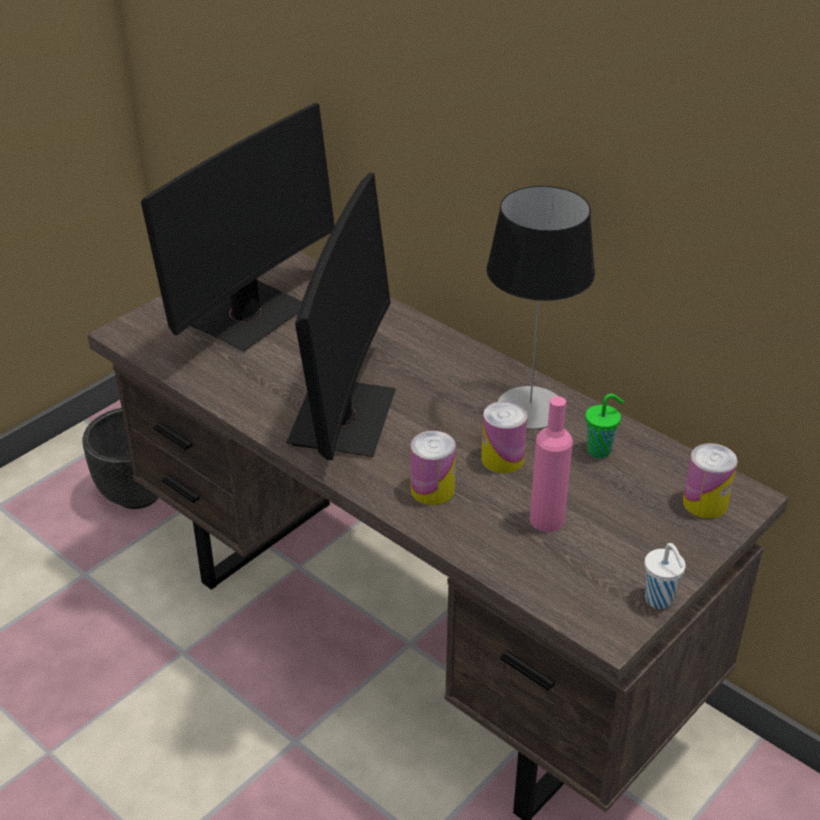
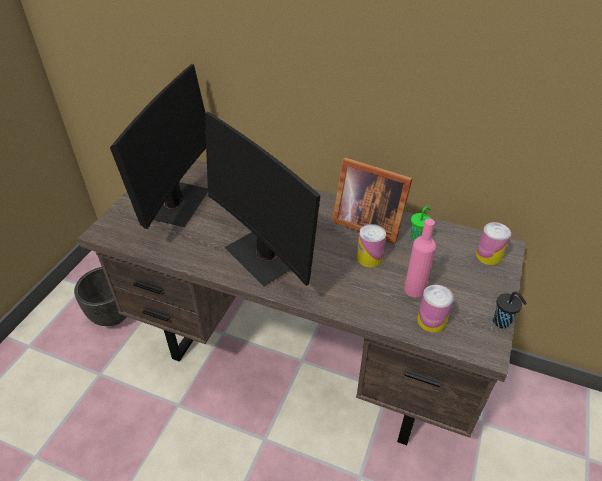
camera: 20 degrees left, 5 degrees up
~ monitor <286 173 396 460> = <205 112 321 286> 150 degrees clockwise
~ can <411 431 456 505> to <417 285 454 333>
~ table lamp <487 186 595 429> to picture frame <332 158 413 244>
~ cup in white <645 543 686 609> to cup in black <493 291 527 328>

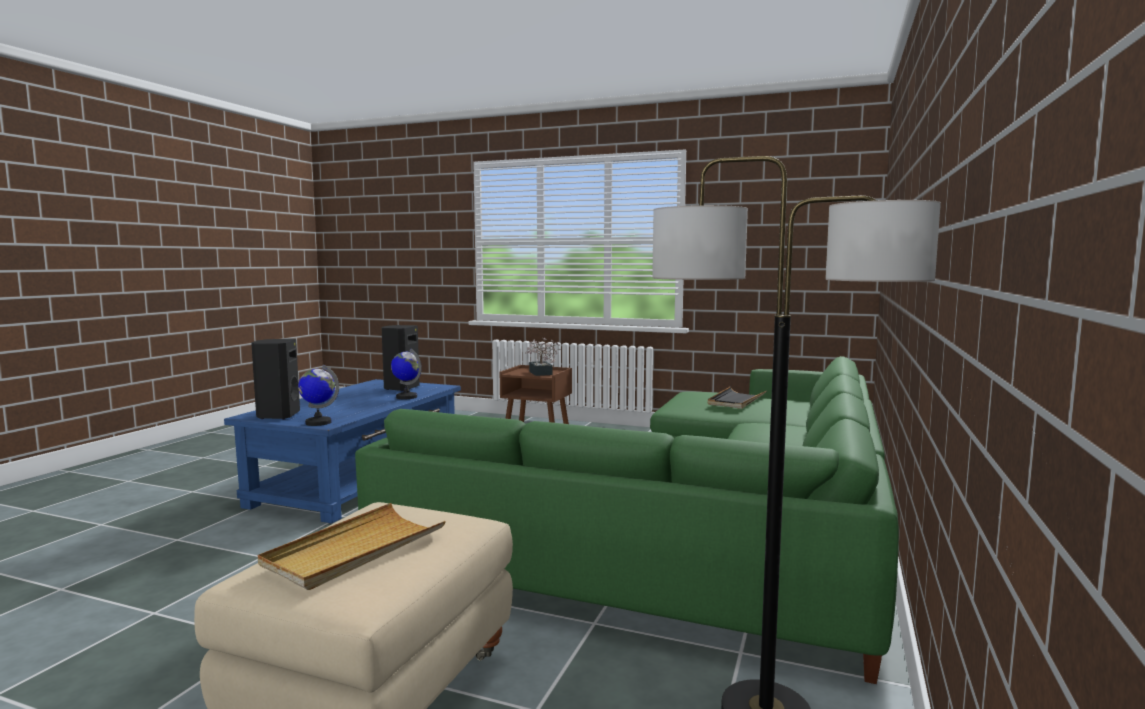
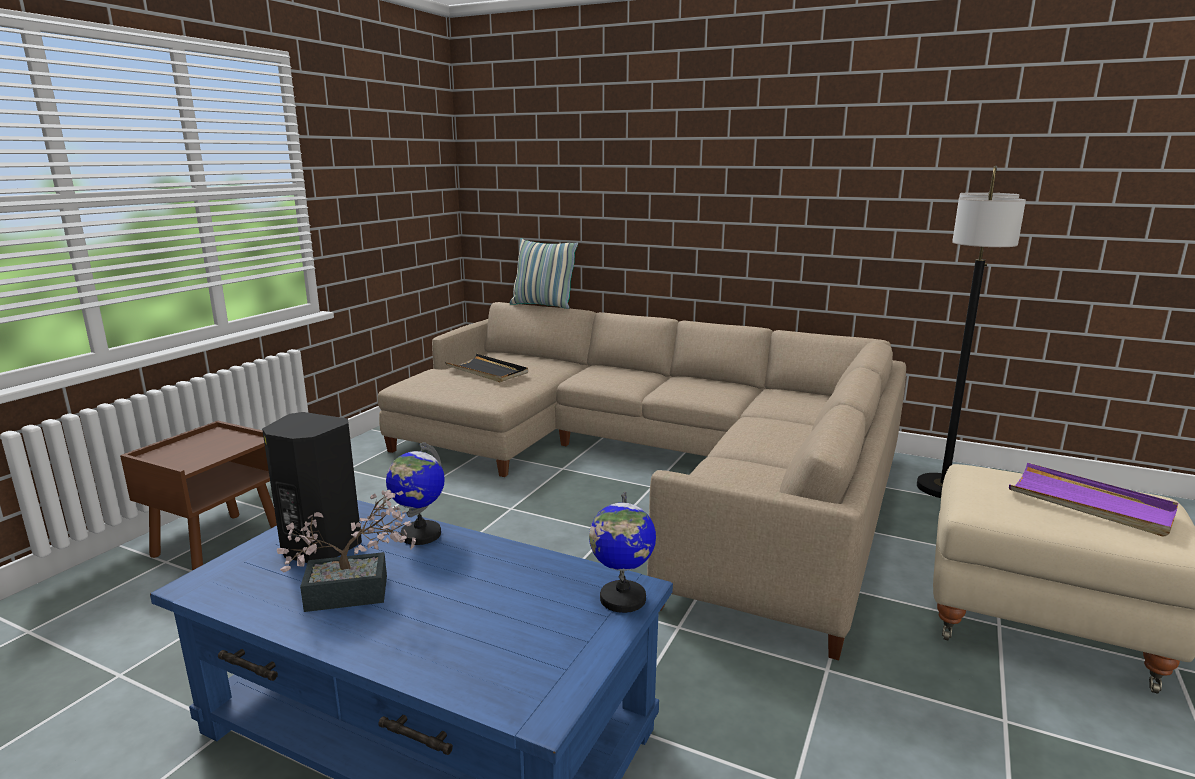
camera: 85 degrees left, 10 degrees up
- speaker in black <251 339 300 420>
~ tray in beige <258 503 446 590> to tray in purple <1009 463 1178 536>
~ sofa in green <355 356 899 684> to sofa in beige <377 302 906 660>
~ potted plant <526 338 560 376> to <277 490 416 612>
+ pillow <510 238 578 309>

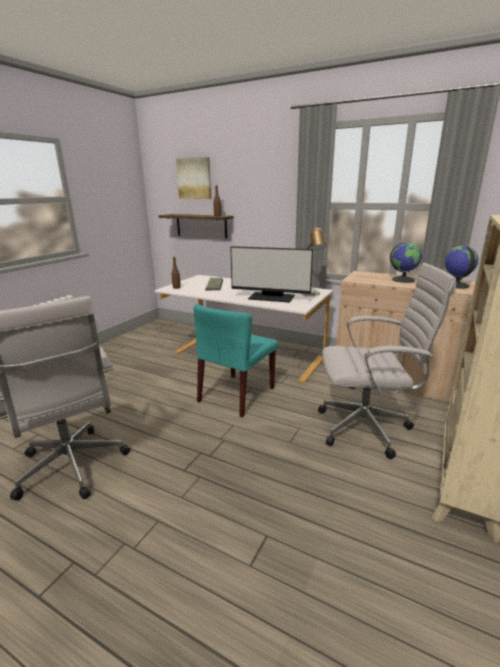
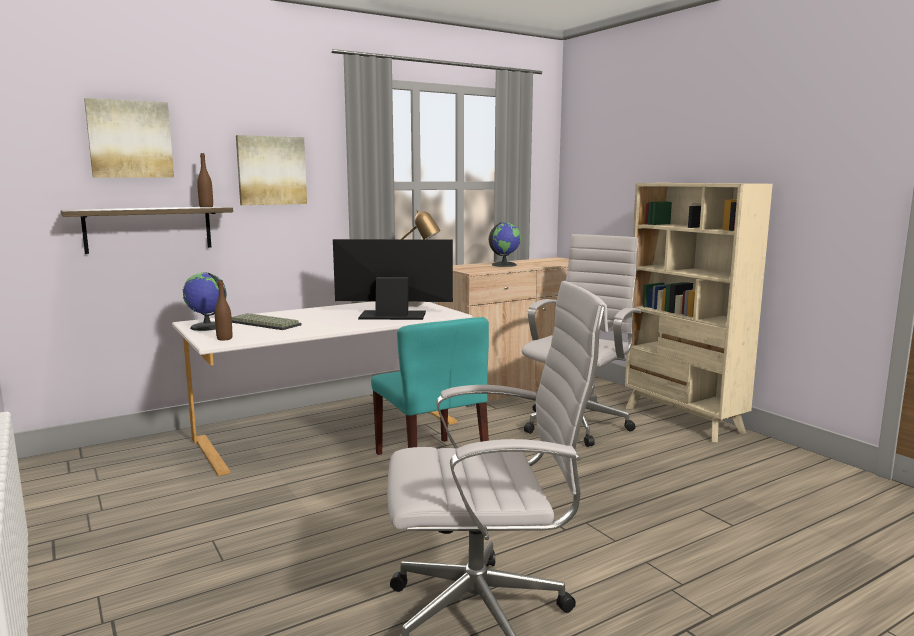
camera: 60 degrees left, 10 degrees down
~ monitor <230 246 313 303> = <333 239 453 320> 135 degrees counterclockwise
~ globe <444 246 479 289> to <182 272 227 331>
+ picture <236 135 307 205>

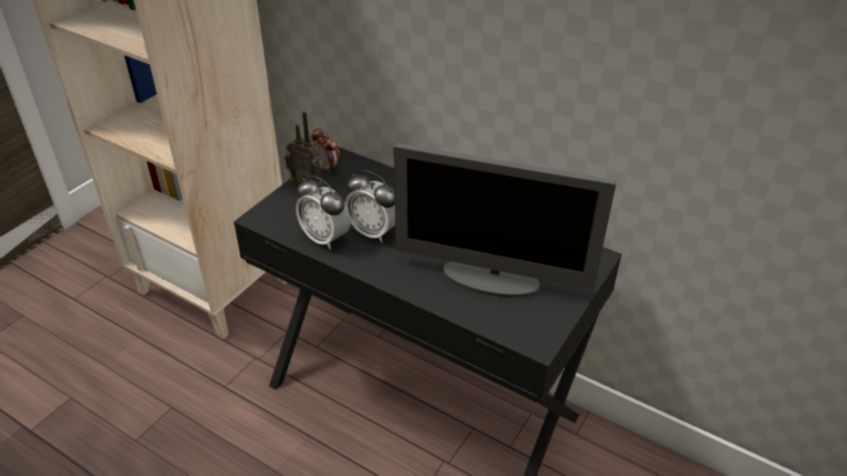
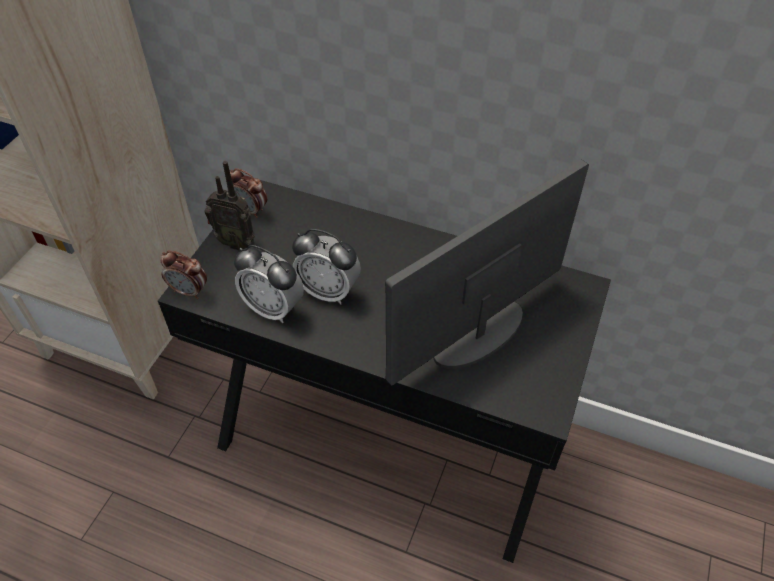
camera: 10 degrees left, 10 degrees up
~ monitor <394 143 616 298> = <385 159 589 386> 135 degrees clockwise
+ alarm clock <160 250 207 299>

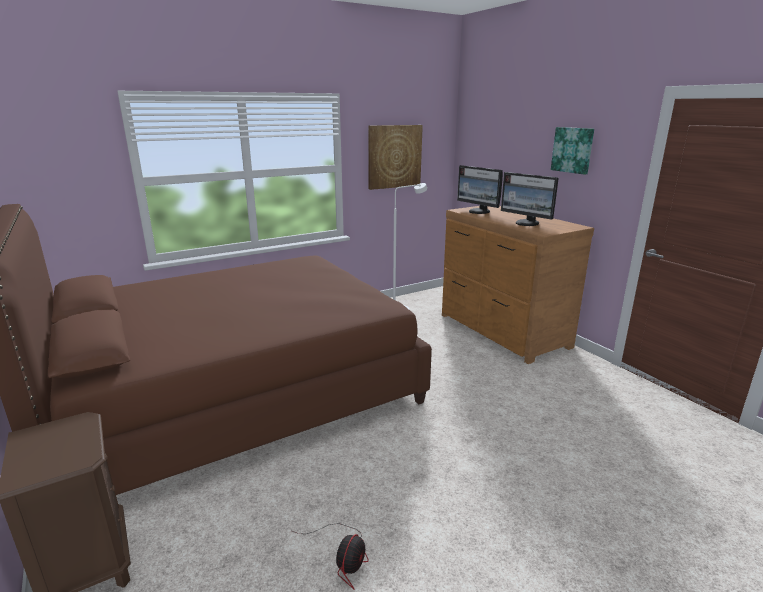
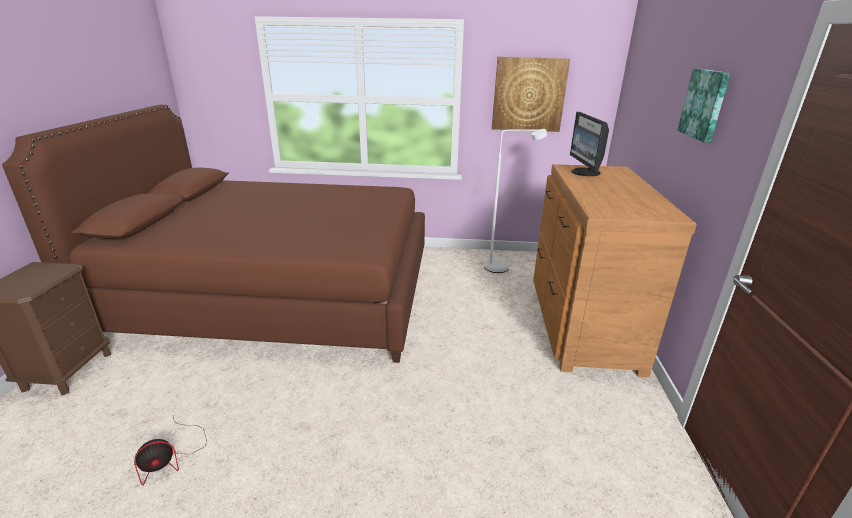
camera: 35 degrees right, 5 degrees up
- monitor <501 172 559 226>

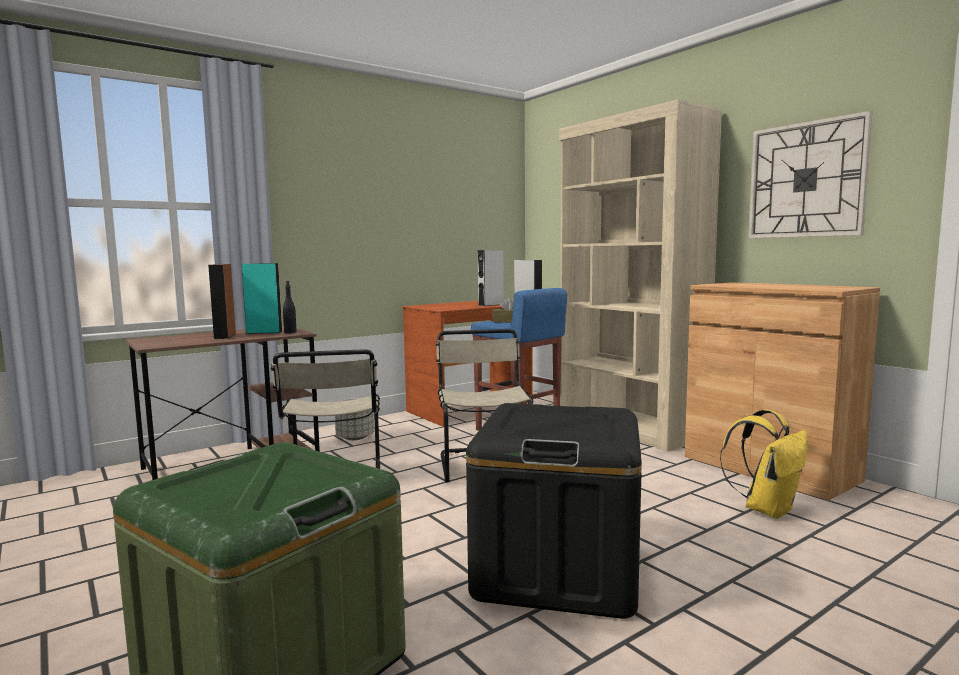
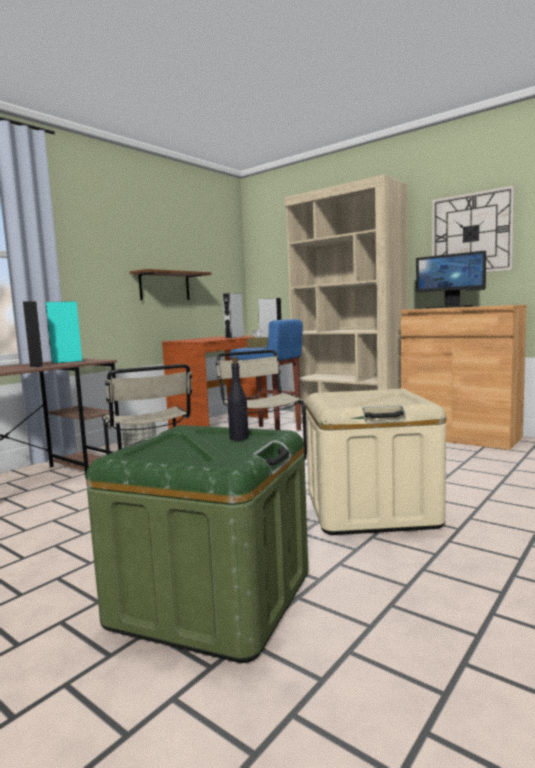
camera: 15 degrees left, 0 degrees up
~ bottle in black <283 281 297 334> to <228 356 249 441>
~ storage box in black <466 403 642 619> to storage box in beige <306 389 446 535>
- backpack in yellow <720 409 808 519>
+ shelf in brown <130 269 211 300>
+ monitor <416 251 486 309>

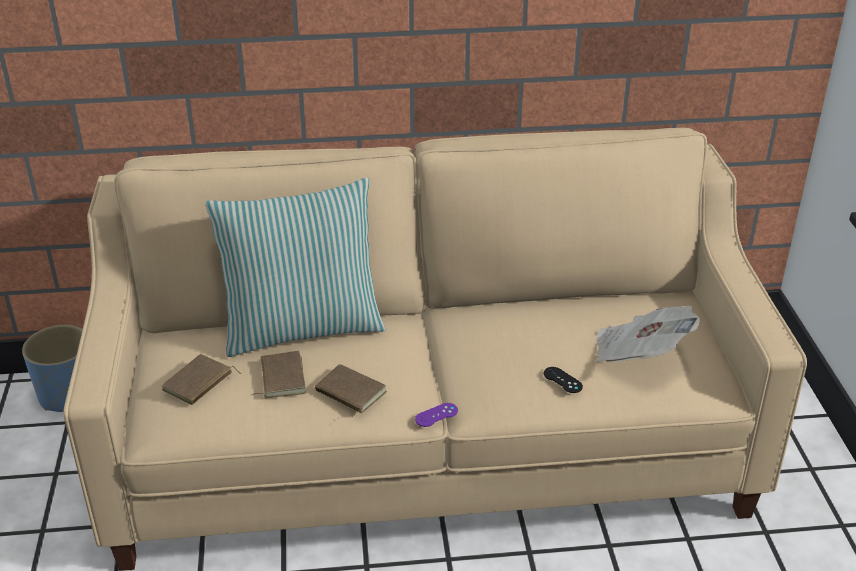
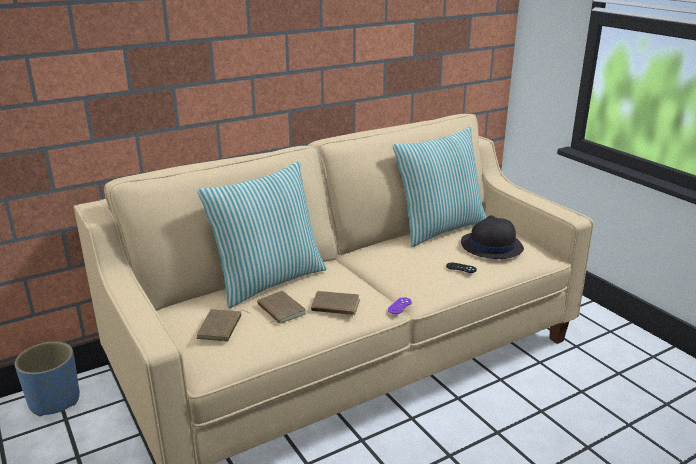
camera: 25 degrees left, 10 degrees down
~ newspaper <596 306 700 362> to hat in black <461 215 524 259>
+ pillow <392 126 487 247>

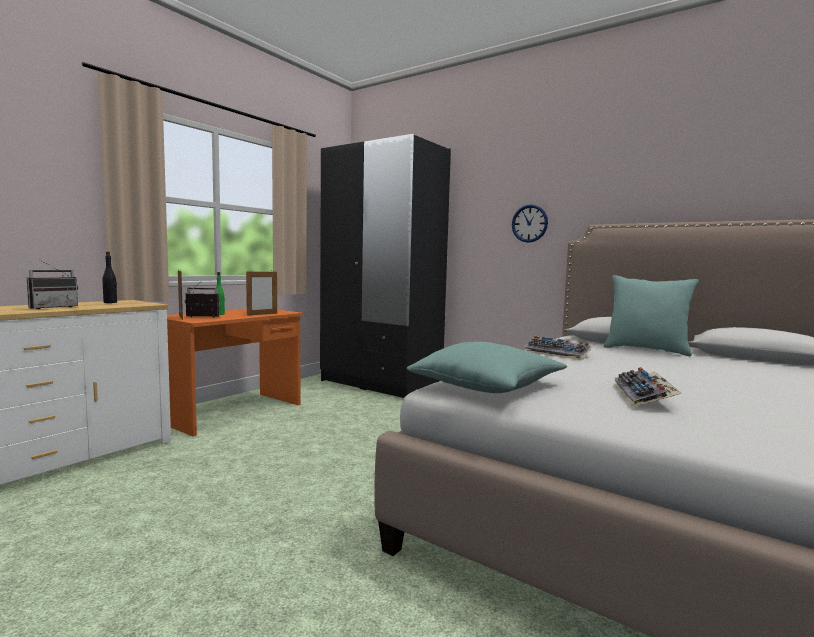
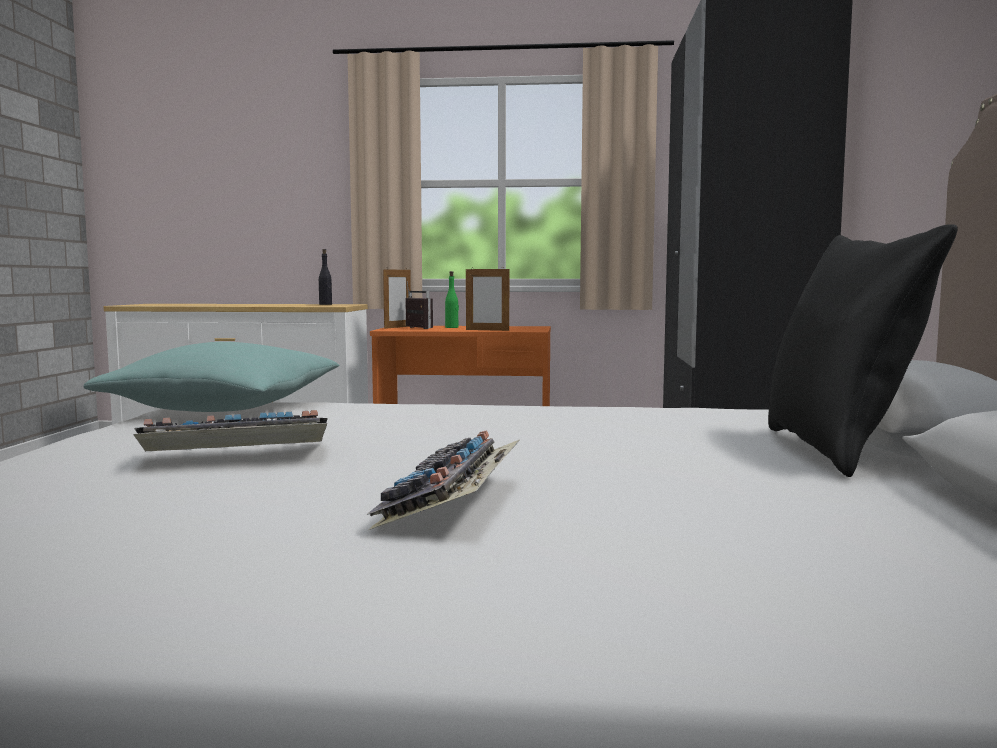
camera: 60 degrees right, 0 degrees up
- radio <27 259 78 309>
- wall clock <512 205 548 243>
~ keyboard <524 336 594 360> to <367 430 520 530>
~ pillow in turquoise <604 275 699 356> to pillow in black <768 224 958 477>

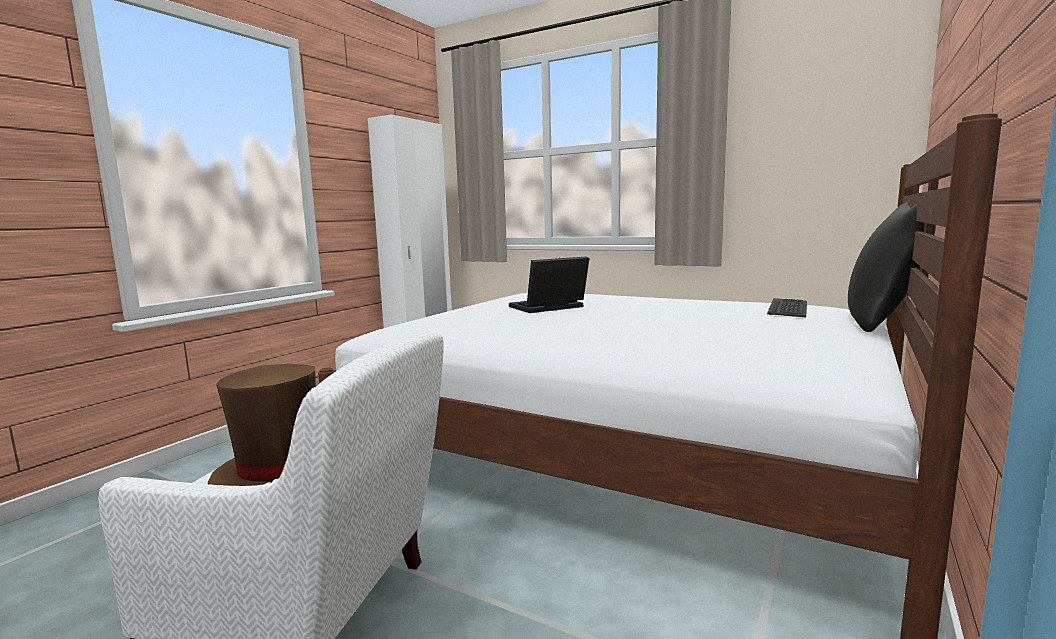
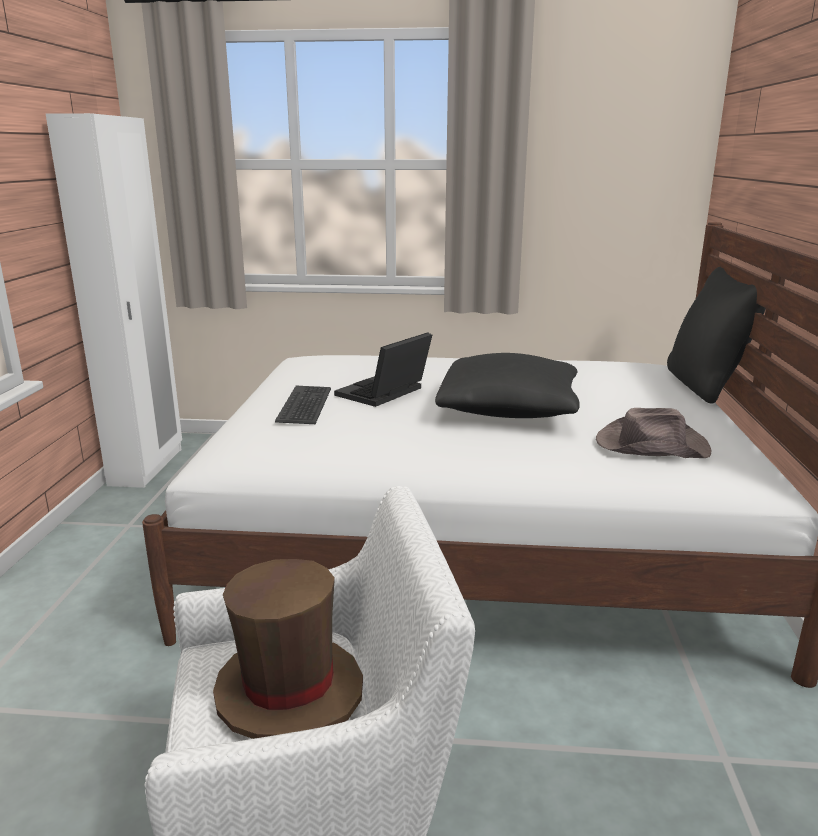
camera: 25 degrees left, 10 degrees up
~ keyboard <767 298 807 317> to <275 386 331 424>
+ pillow in black <435 353 580 418>
+ hat in brown <596 408 711 458>

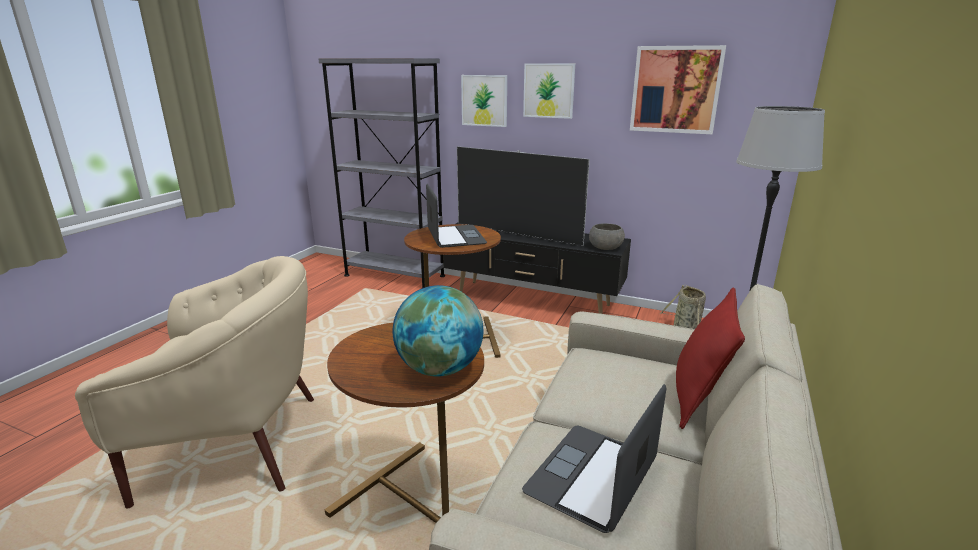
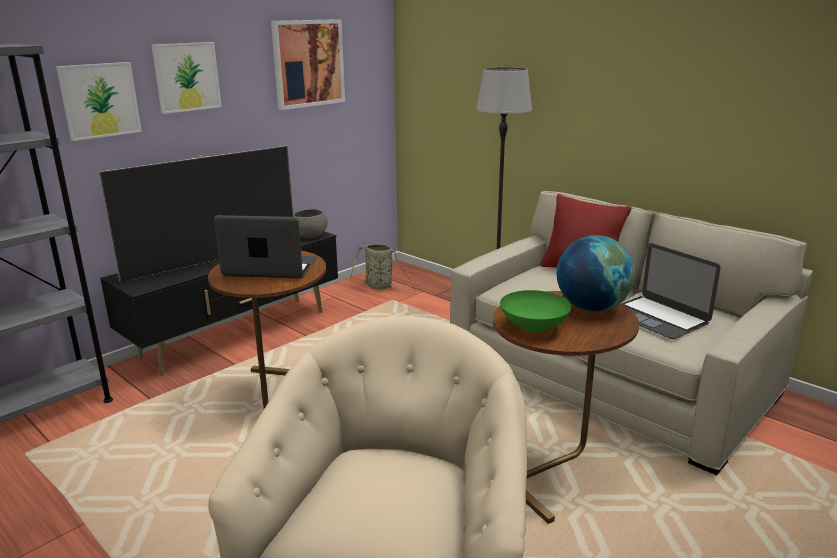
camera: 70 degrees left, 0 degrees up
+ bowl in green <500 290 571 333>

